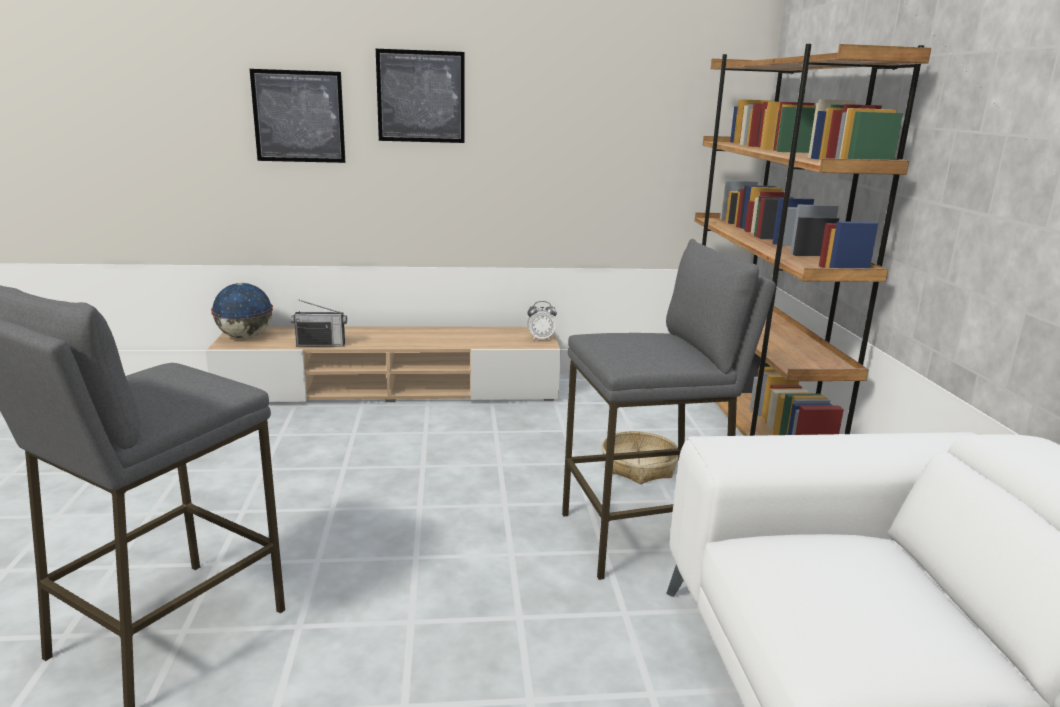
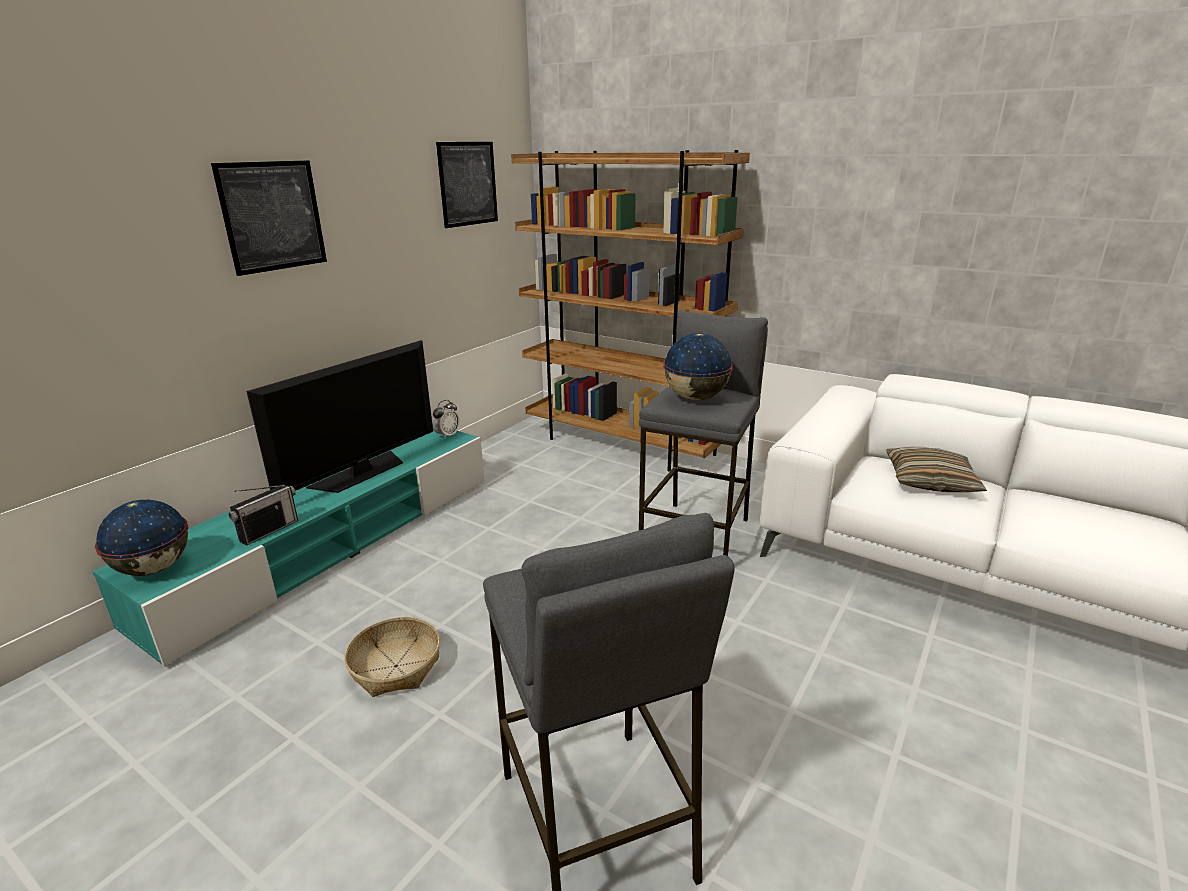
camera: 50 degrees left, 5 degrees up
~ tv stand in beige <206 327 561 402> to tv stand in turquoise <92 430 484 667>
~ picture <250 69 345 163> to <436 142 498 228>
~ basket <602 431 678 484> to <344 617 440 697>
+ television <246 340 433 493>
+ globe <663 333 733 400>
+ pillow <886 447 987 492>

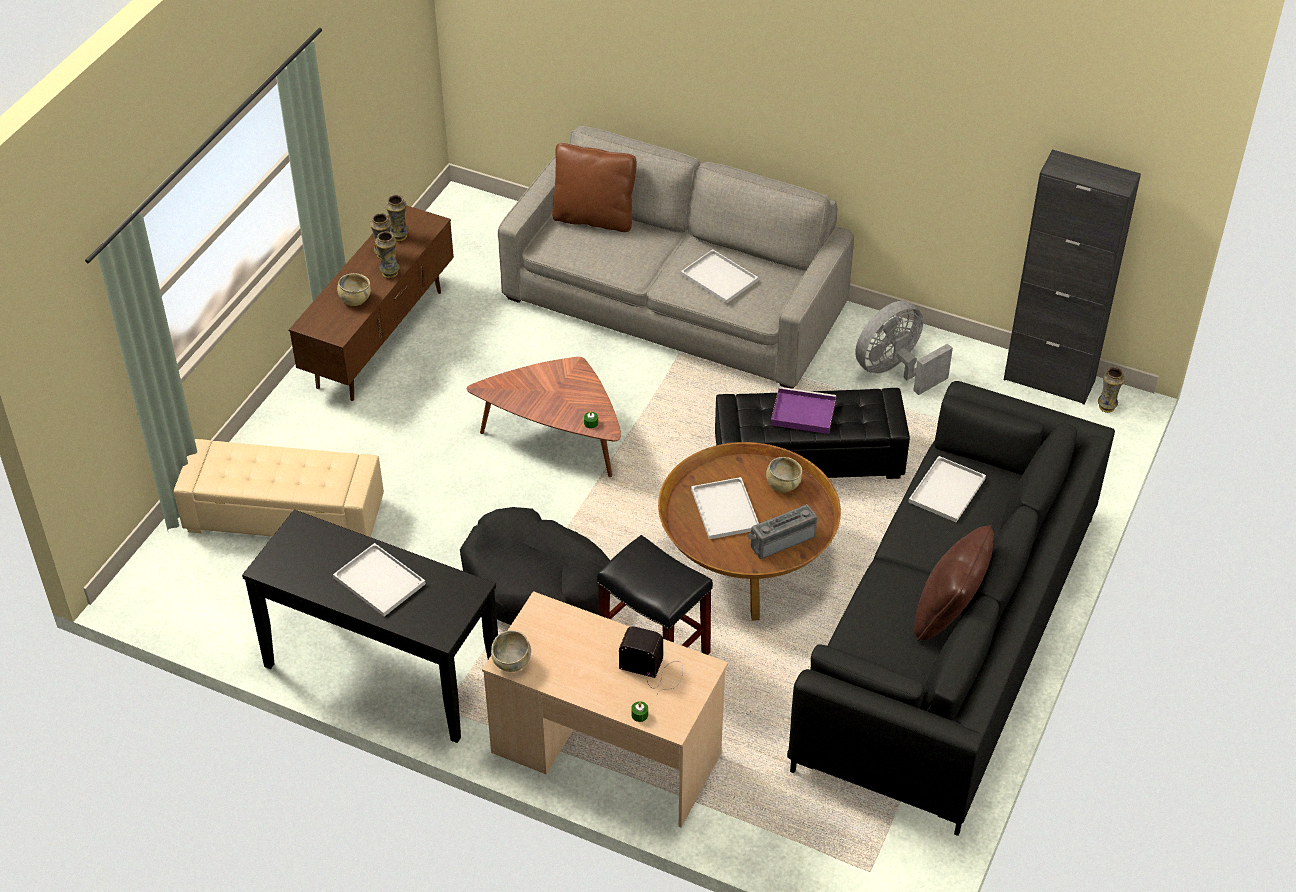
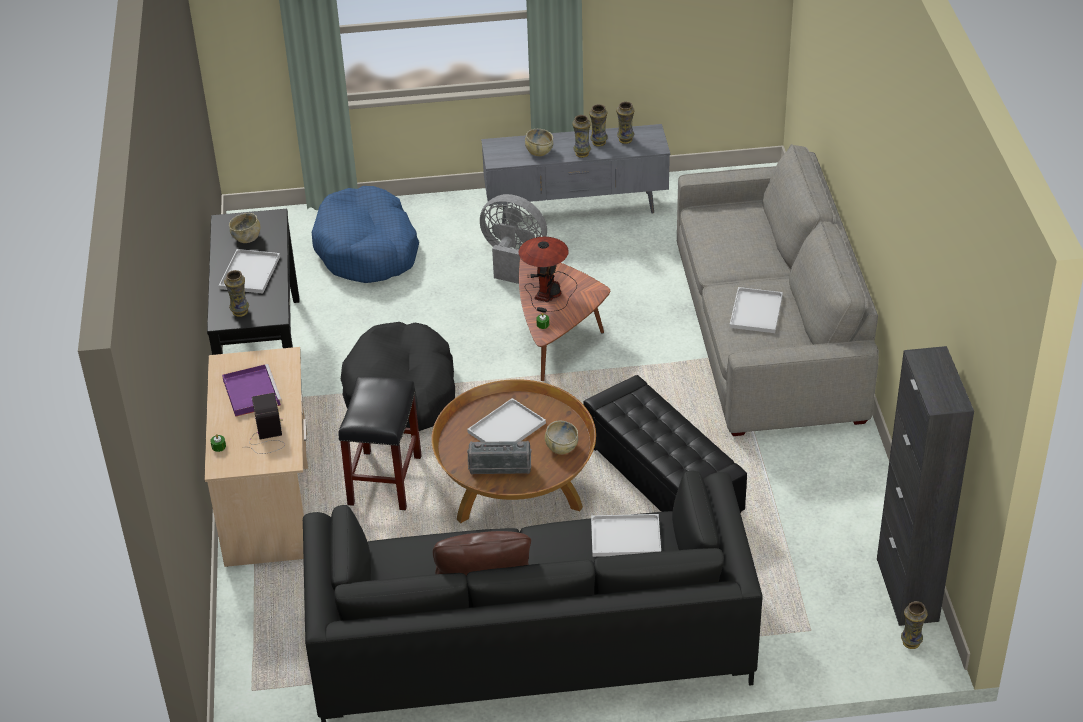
camera: 60 degrees right, 5 degrees down
~ ottoman in beige <174 439 384 537> to dog bed in blue <312 186 419 283>
~ tv stand in brown <289 205 454 401> to tv stand in grey <481 124 670 224>
~ bowl in beige <491 630 531 672> to <229 213 260 243>
- pillow in brown <552 143 636 232>
~ radio <747 504 817 559> = <467 441 531 475> 150 degrees clockwise
~ tray in purple <771 387 836 434> to <222 364 282 417>
~ fan in grey <855 301 953 395> to <480 194 547 284>
+ vase <224 270 249 317>
+ table lamp <519 237 577 313>

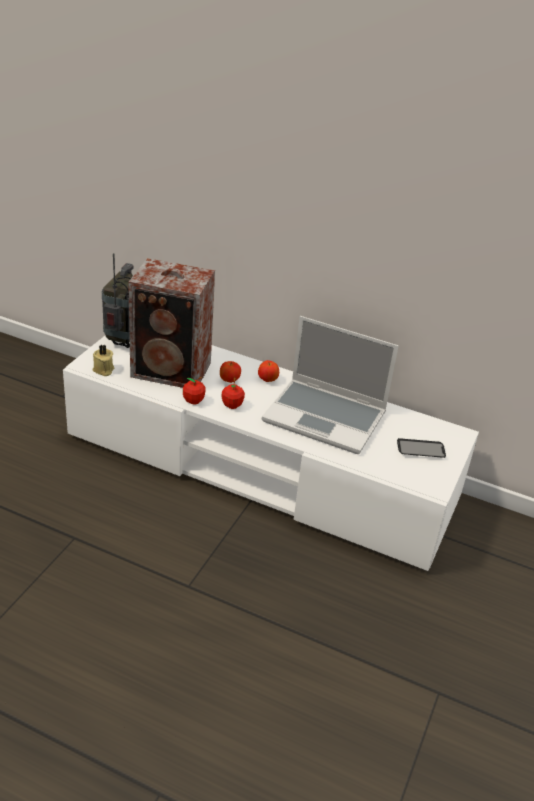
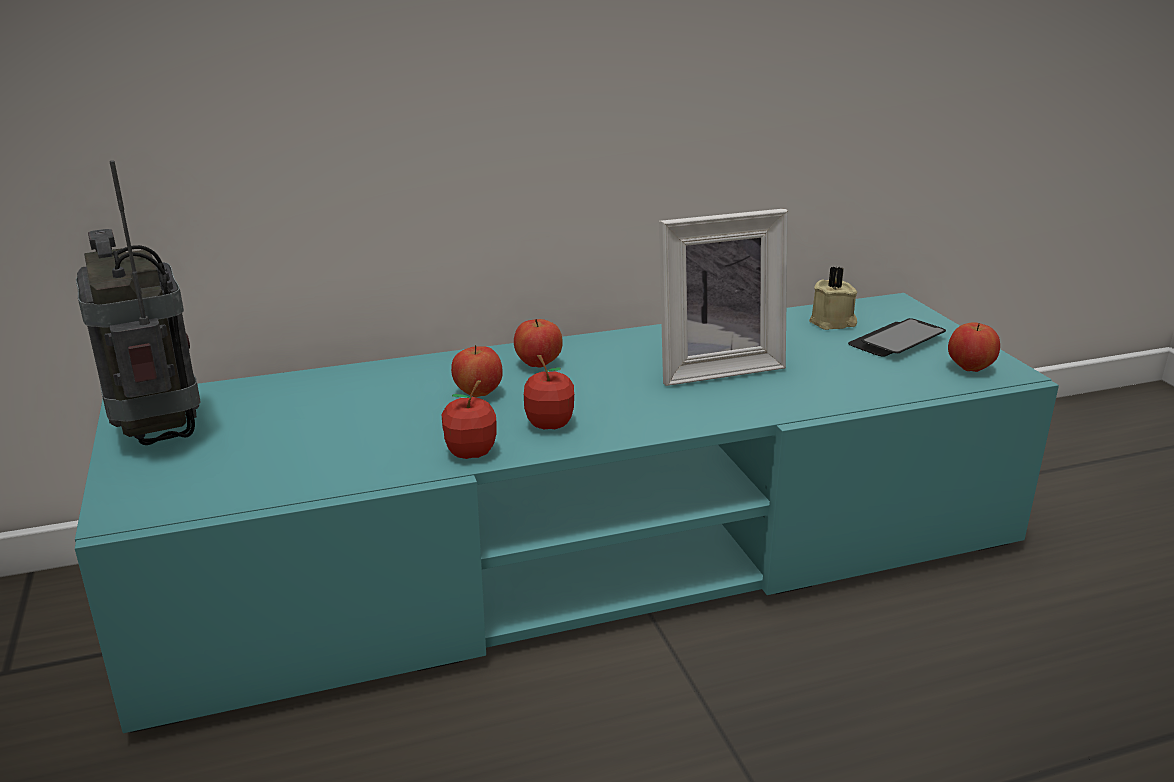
camera: 40 degrees left, 10 degrees down
~ tv stand in white <63 336 479 571> to tv stand in turquoise <75 293 1059 733>
~ candle in beige <93 345 115 376> to <809 266 857 330>
- speaker <128 258 215 388>
~ laptop <262 316 398 454> to picture frame <659 209 788 386>
+ apple <948 322 1000 372>

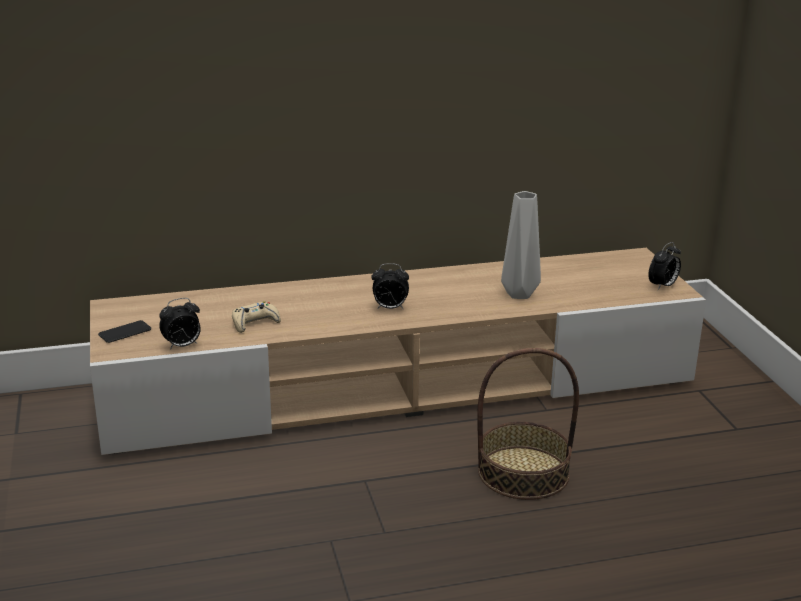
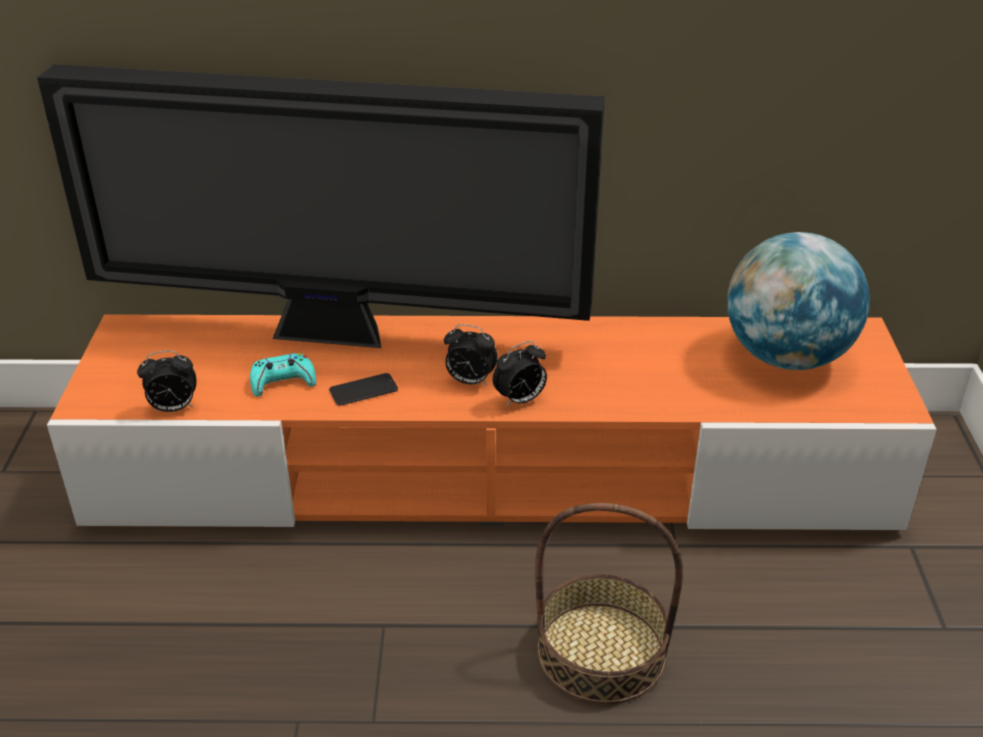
camera: 15 degrees right, 10 degrees up
~ tv stand in beige <90 248 706 455> to tv stand in orange <47 314 937 530>
~ phone <98 320 151 343> to <329 373 398 406>
~ game controller in beige <232 301 281 333> to game controller in turquoise <250 353 316 397>
- vase in grey <501 191 541 299>
~ alarm clock <648 242 681 290> to <493 341 547 407>
+ television <37 64 605 348>
+ globe <727 232 870 370>

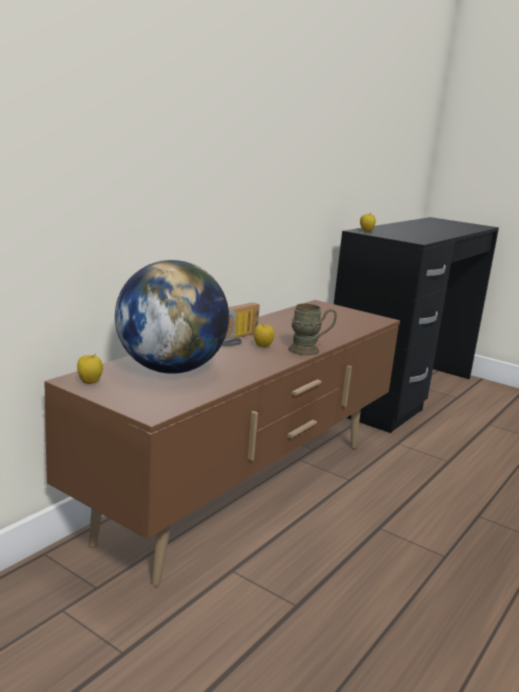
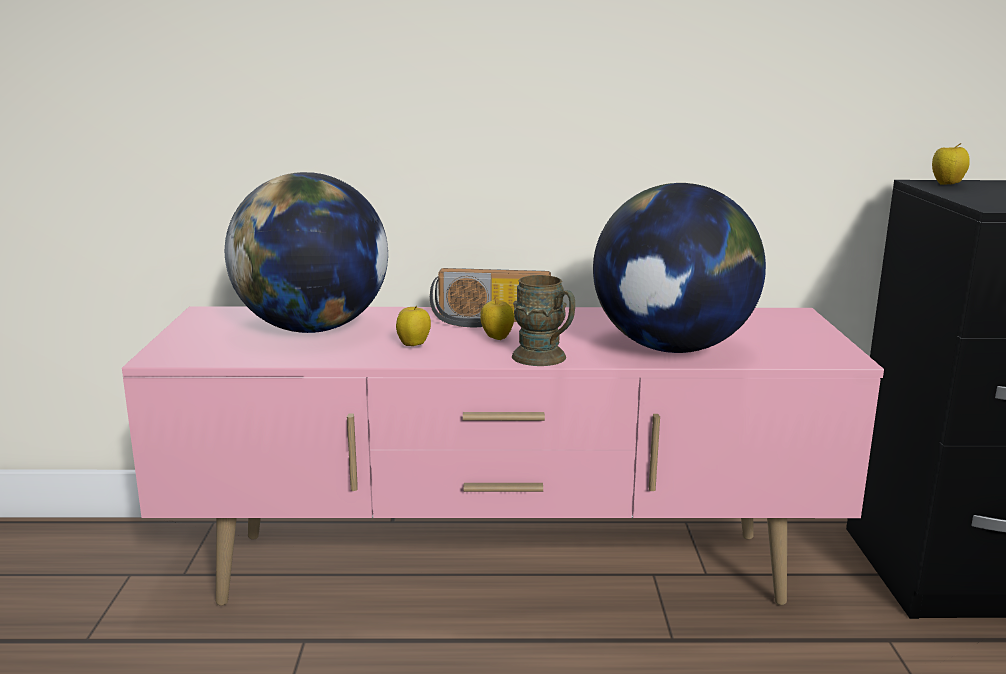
camera: 55 degrees right, 0 degrees up
~ tv stand in brown <44 300 400 586> to tv stand in pink <122 306 884 606>
~ apple <77 354 103 384> to <396 306 431 346>
+ globe <593 183 766 353>

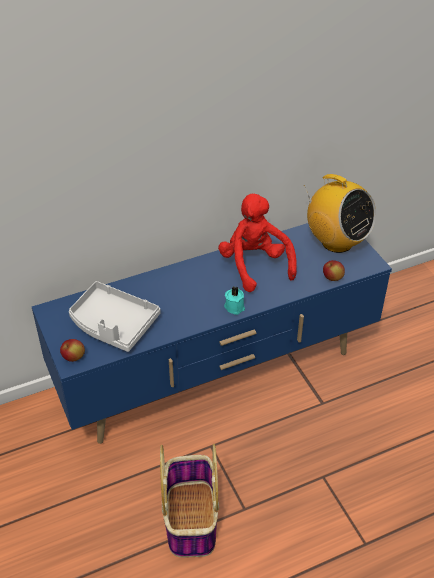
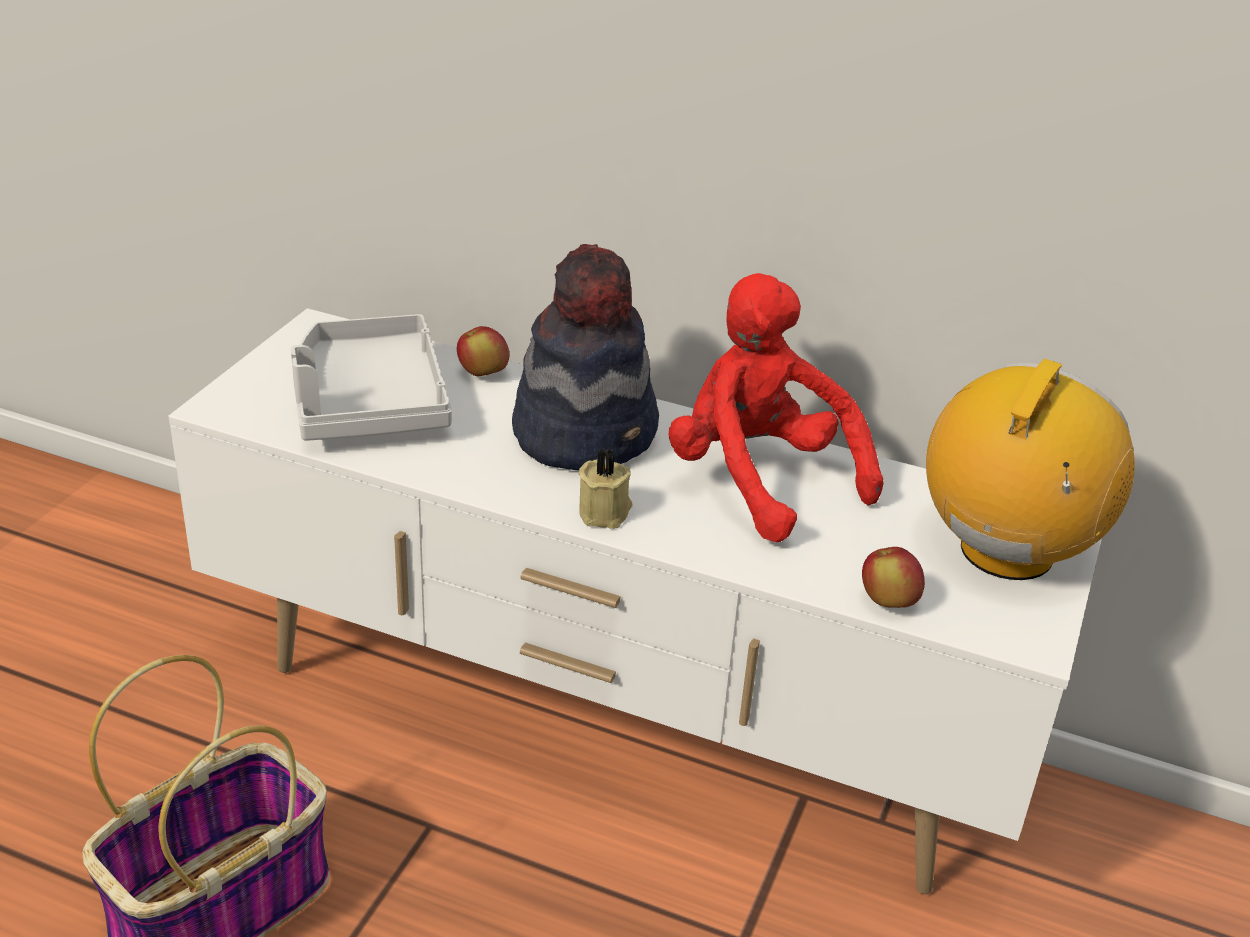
camera: 45 degrees right, 10 degrees down
~ tv stand in blue <32 223 392 444> to tv stand in white <169 308 1102 894>
~ apple <60 339 85 362> to <457 326 509 376>
~ plush toy in red <218 194 297 292> = <669 273 883 542> 60 degrees counterclockwise
~ candle in turquoise <224 287 245 315> to candle in beige <579 449 633 529>
~ radio <304 174 376 253> = <926 359 1135 580> 150 degrees counterclockwise
+ hat <512 244 659 471>

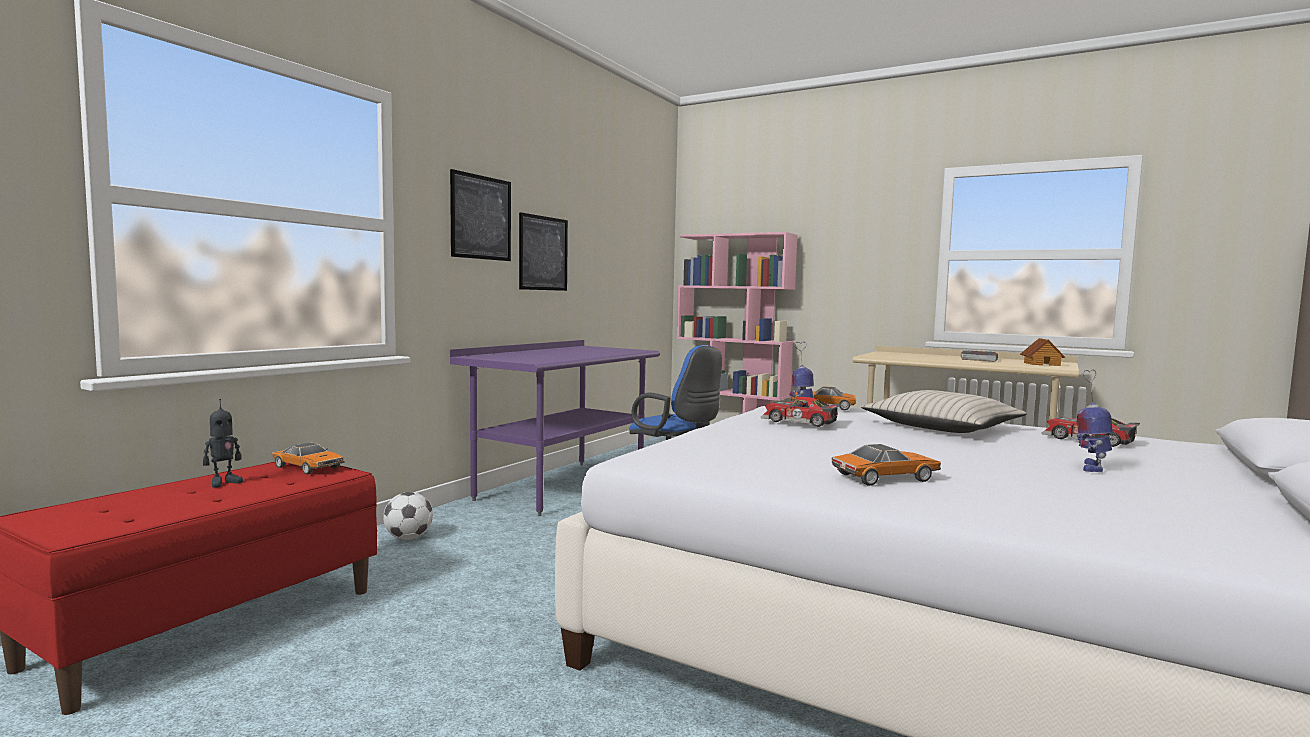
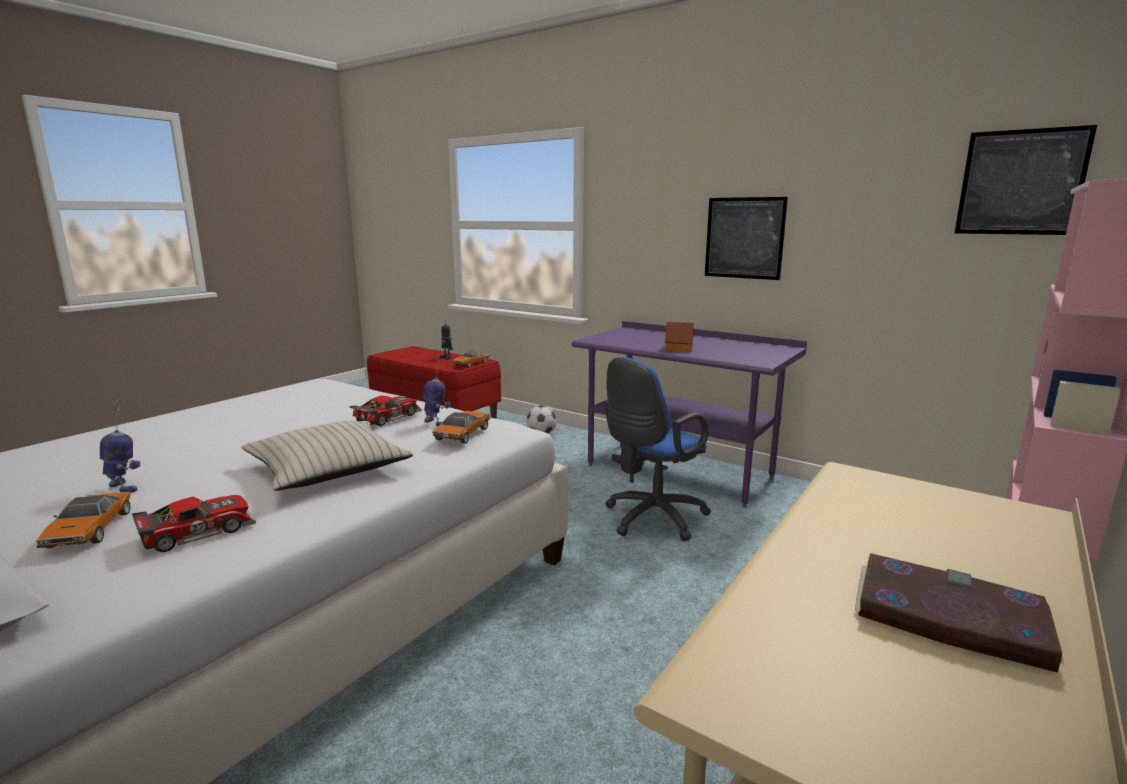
camera: 95 degrees right, 10 degrees up
~ picture <450 169 511 261> to <955 125 1097 235>
~ toy car <831 444 941 486> to <36 492 131 548>
~ toy house <1021 338 1065 366> to <665 322 694 352>

